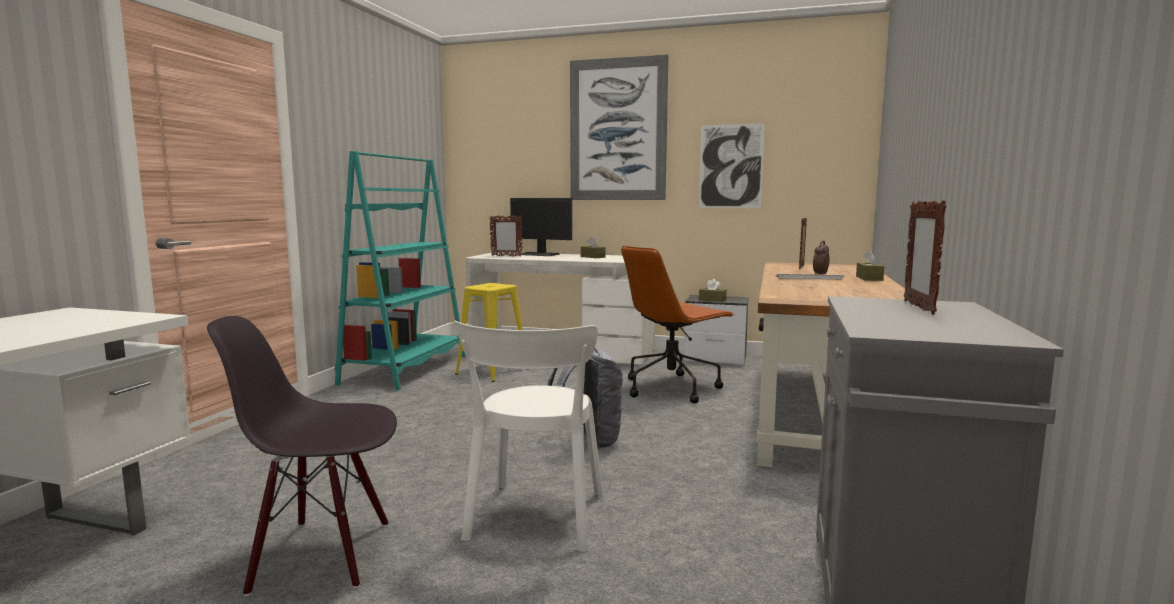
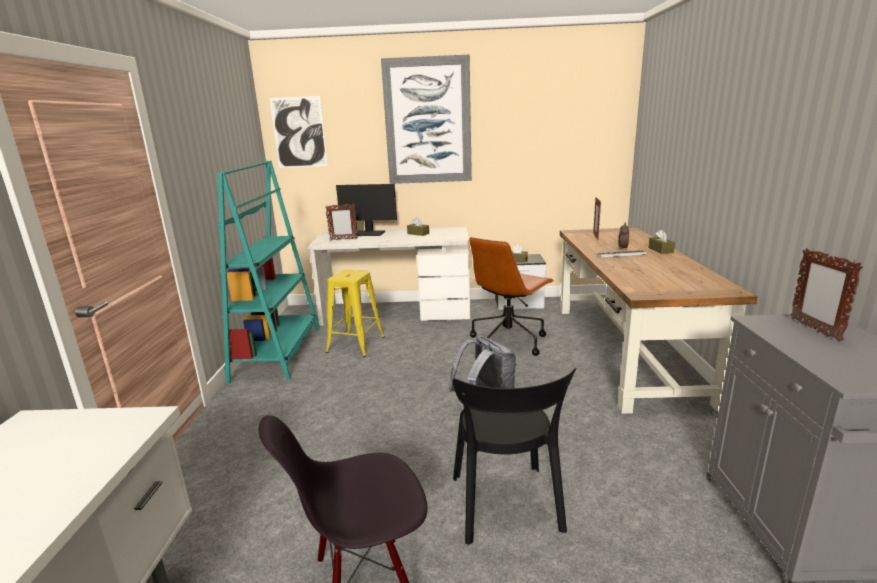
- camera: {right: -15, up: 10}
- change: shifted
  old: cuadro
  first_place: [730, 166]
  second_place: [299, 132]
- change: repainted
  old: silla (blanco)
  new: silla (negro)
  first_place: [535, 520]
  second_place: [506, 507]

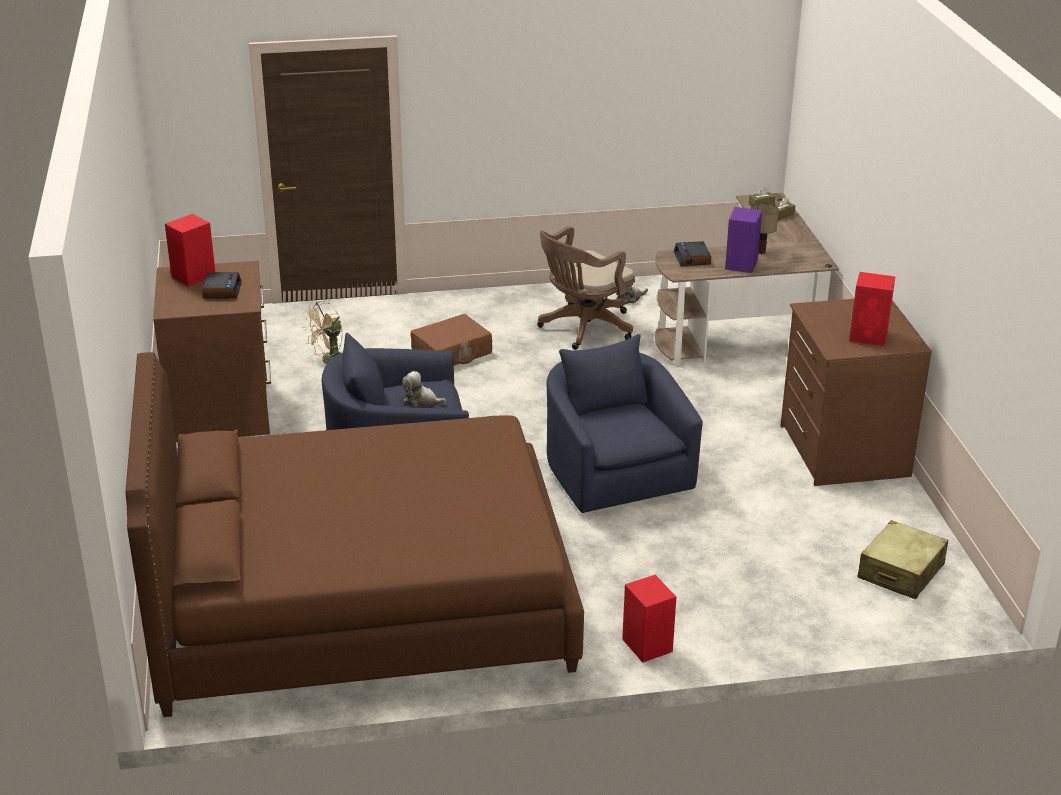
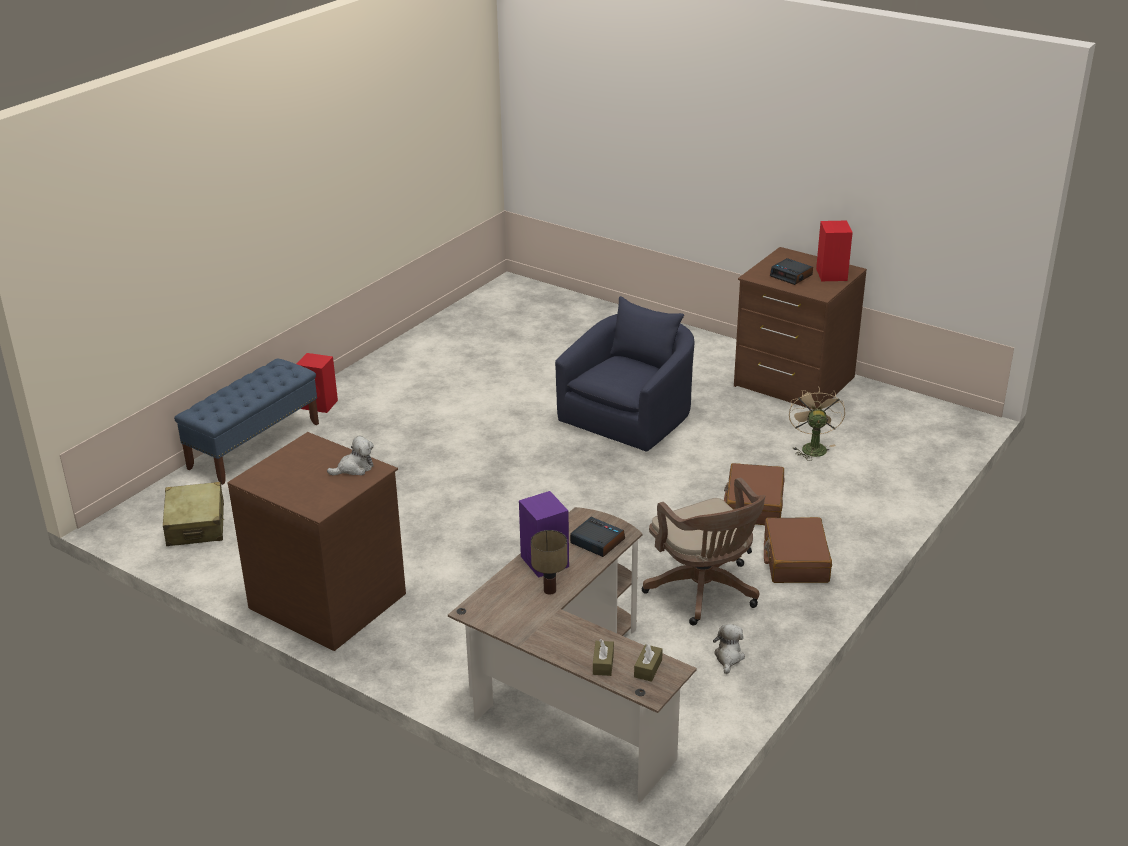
- camera: {right: 135, up: 0}
- change: gone
  old: cama (marrón)
  first_place: [361, 602]
- change: gone
  old: sillón (azul)
  first_place: [614, 471]
- change: gone
  old: altavoz (rojo)
  first_place: [869, 336]
- change: new
  new: banco (azul)
  second_place: [254, 445]
- change: new
  new: maleta (marrón)
  second_place: [795, 560]
- change: shifted
  old: peluche
  first_place: [421, 400]
  second_place: [354, 468]
- change: rotated
  old: silla de oficina (marrón)
  first_place: [583, 328]
  second_place: [705, 592]
  degrees: 150

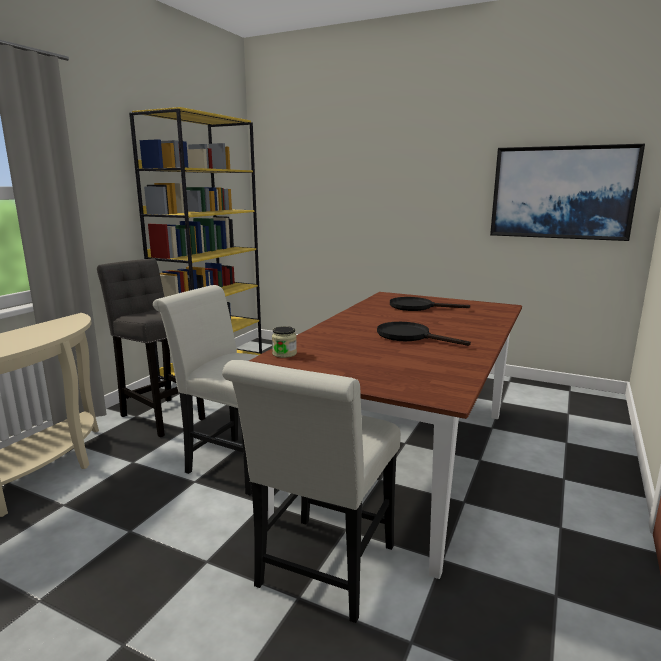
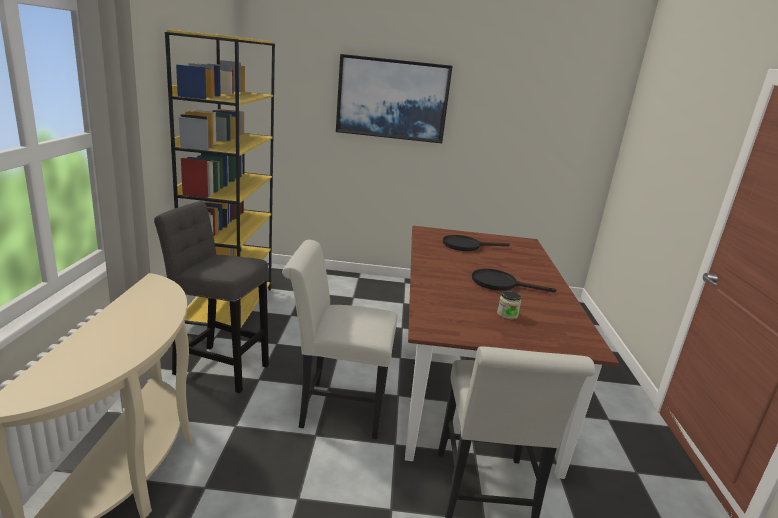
- camera: {right: -25, up: 5}
- change: shifted
  old: tarro
  first_place: [284, 354]
  second_place: [507, 314]
- change: shifted
  old: cuadro
  first_place: [561, 192]
  second_place: [392, 99]

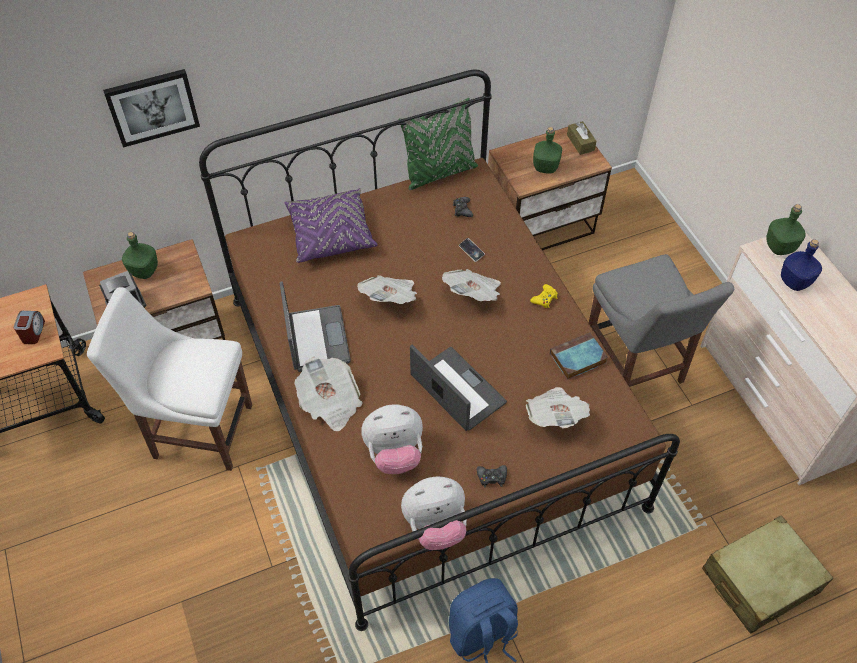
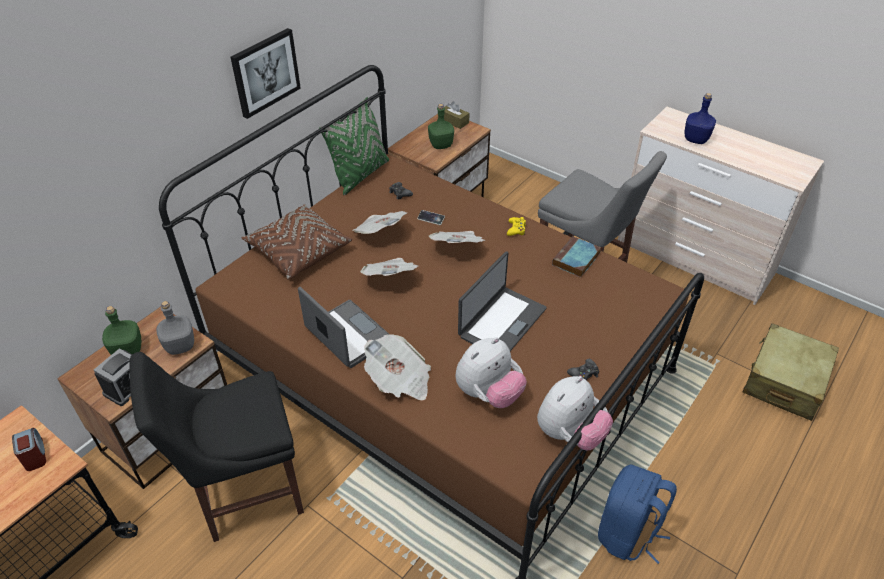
- camera: {right: -30, up: -10}
- change: gone
  old: botella (verde)
  first_place: [780, 247]
- change: new
  new: botella (gris)
  second_place: [181, 346]
- change: shifted
  old: cuadro
  first_place: [152, 106]
  second_place: [265, 72]
- change: shifted
  old: periódico
  first_place: [555, 416]
  second_place: [380, 233]
- change: repainted
  old: silla (blanco)
  new: silla (negro)
  first_place: [198, 430]
  second_place: [245, 493]
- change: repainted
  old: cojín (morado)
  new: cojín (marrón)
  first_place: [330, 234]
  second_place: [298, 251]
- change: rotated
  old: portátil
  first_place: [457, 390]
  second_place: [501, 322]
  degrees: 105

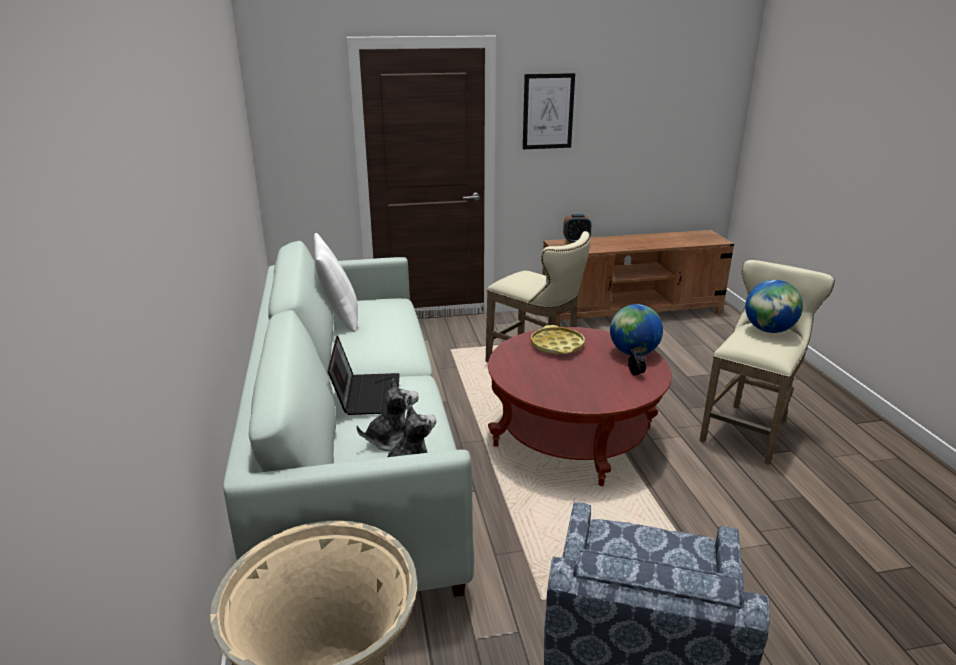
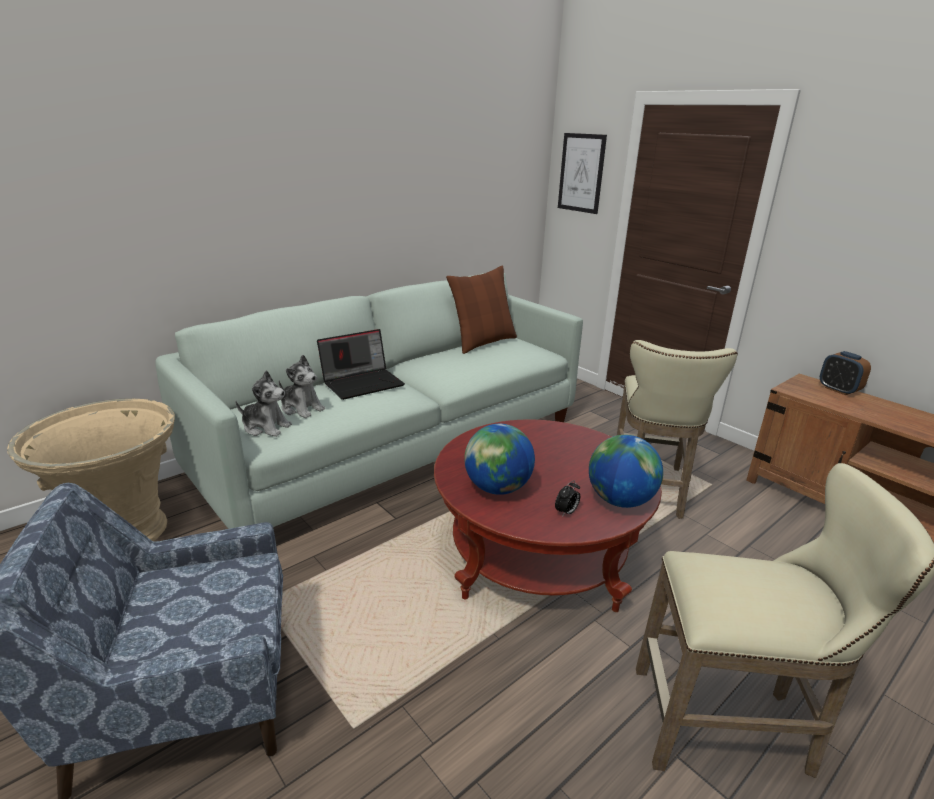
- camera: {right: 60, up: 0}
- change: gone
  old: bandeja (amarillo)
  first_place: [557, 345]
- change: shifted
  old: cuadro
  first_place: [548, 111]
  second_place: [581, 173]
- change: shifted
  old: globo terráqueo
  first_place: [768, 330]
  second_place: [497, 488]
- change: repainted
  old: cojín (blanco)
  new: cojín (marrón)
  first_place: [339, 316]
  second_place: [483, 342]

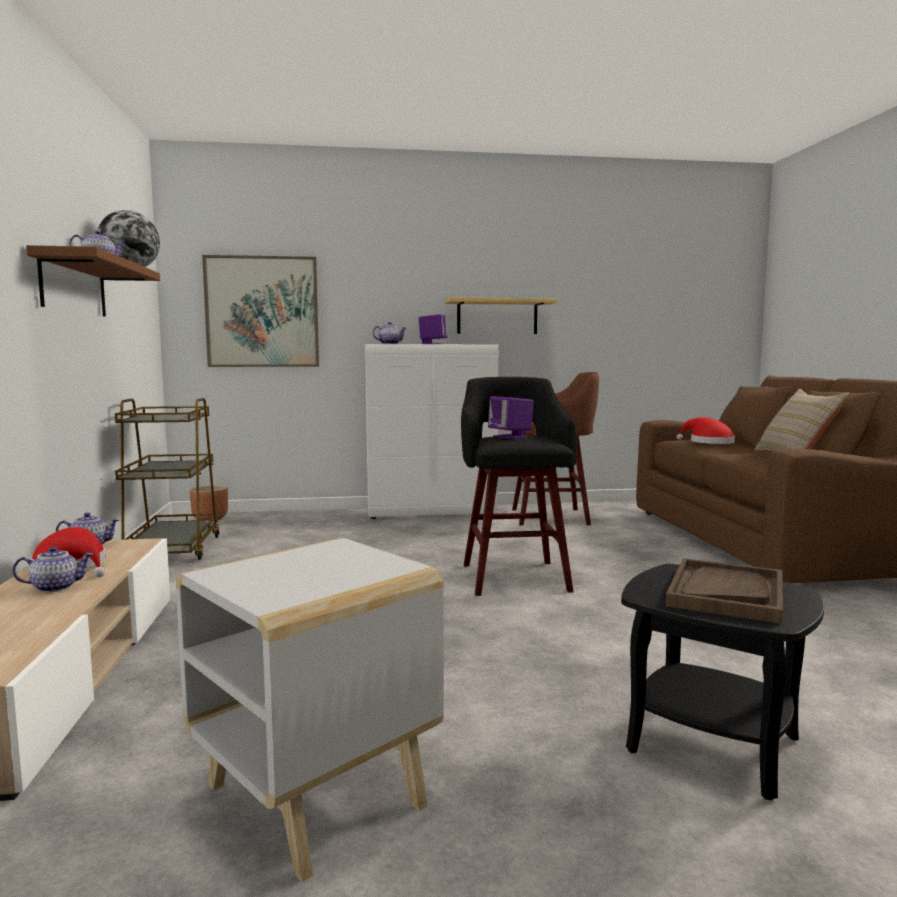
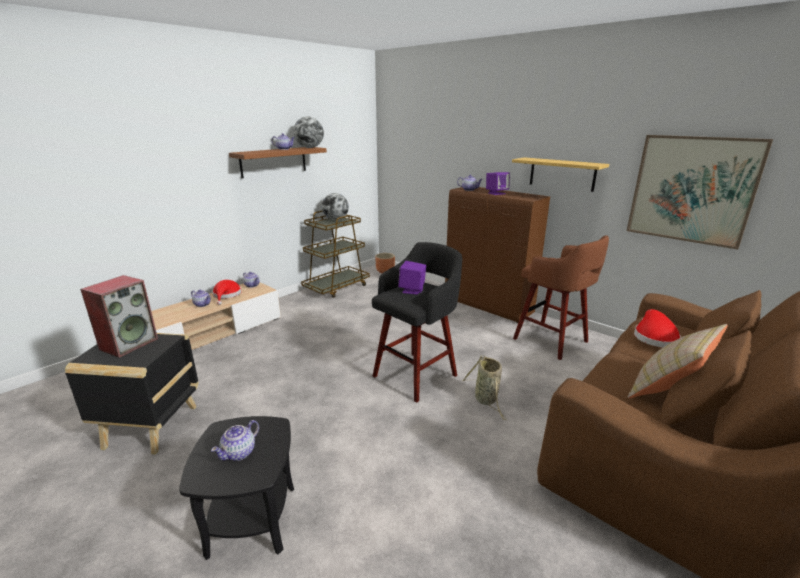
- camera: {right: 50, up: 15}
- change: new
  new: altavoz
  second_place: [129, 343]
- change: new
  new: globo terráqueo
  second_place: [336, 219]
- change: new
  new: cesta
  second_place: [486, 400]
- change: shifted
  old: cuadro
  first_place: [262, 312]
  second_place: [692, 190]
- change: swapped
  old: bandeja (marrón)
  new: tetera
  first_place: [726, 593]
  second_place: [239, 452]
- change: repainted
  old: mesa auxiliar (blanco)
  new: mesa auxiliar (negro)
  first_place: [318, 796]
  second_place: [151, 428]
- change: repainted
  old: armario (blanco)
  new: armario (marrón)
  first_place: [432, 512]
  second_place: [488, 306]

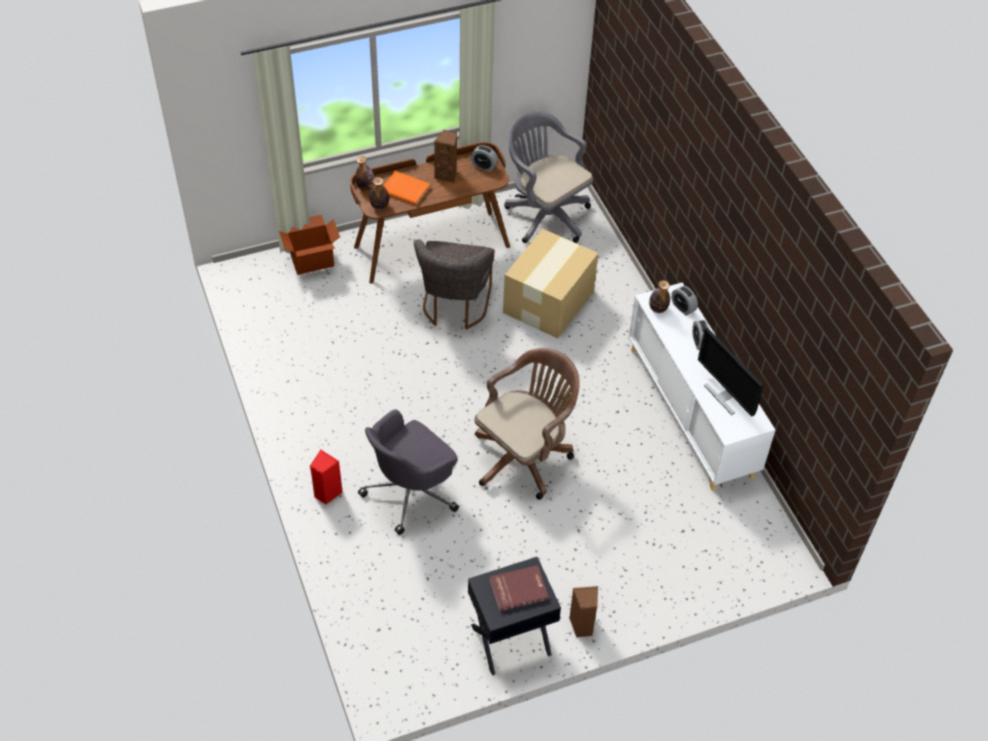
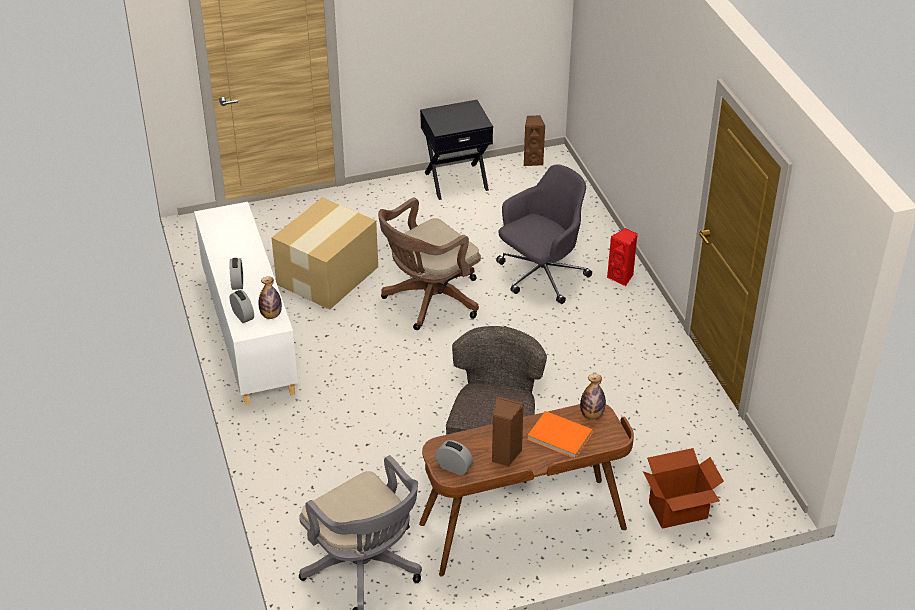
- camera: {right: -175, up: -10}
- change: gone
  old: botella
  first_place: [366, 188]
- change: gone
  old: libro (rojo)
  first_place: [518, 588]
- change: gone
  old: monitor
  first_place: [724, 396]
- change: shifted
  old: caja de cartón
  first_place: [549, 301]
  second_place: [326, 276]
- change: shifted
  old: altavoz (marrón)
  first_place: [582, 626]
  second_place: [533, 161]

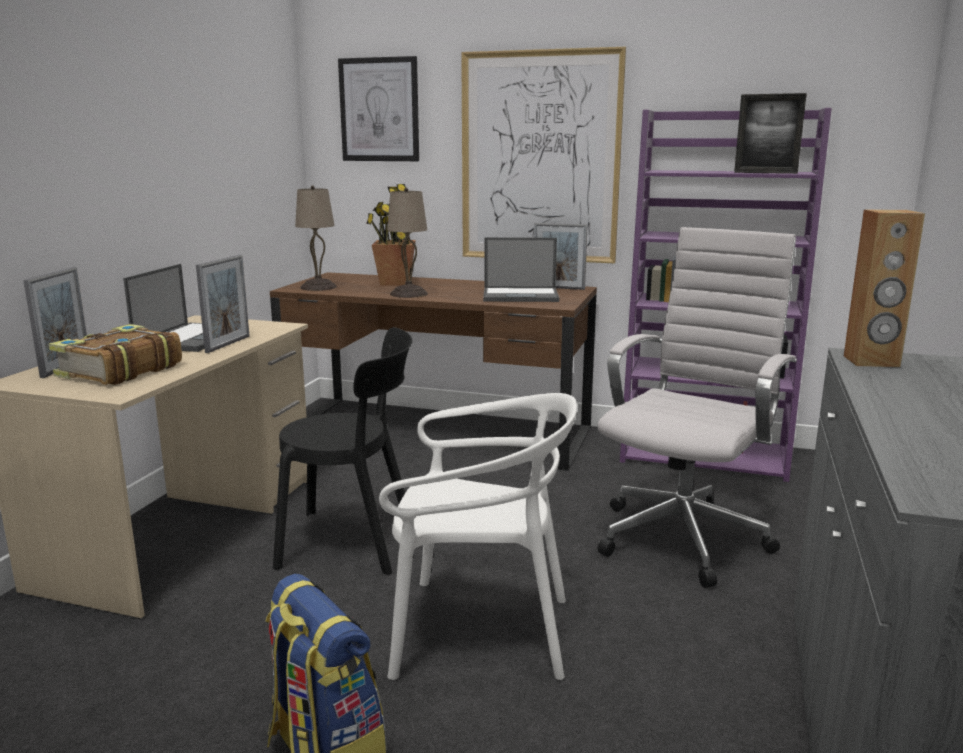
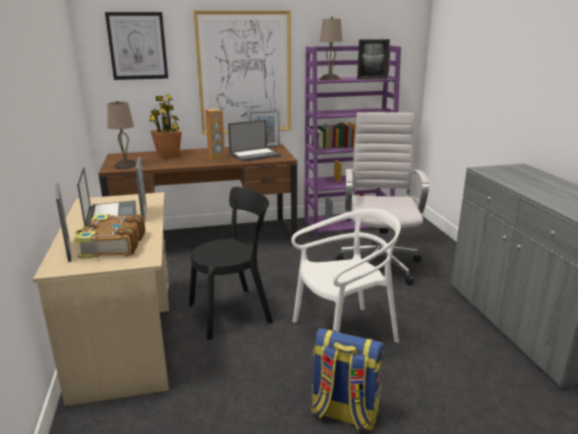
- camera: {right: -30, up: 5}
- change: shifted
  old: lámpara de mesa (beis)
  first_place: [408, 294]
  second_place: [330, 79]
- change: shifted
  old: altavoz (marrón)
  first_place: [871, 361]
  second_place: [217, 159]

